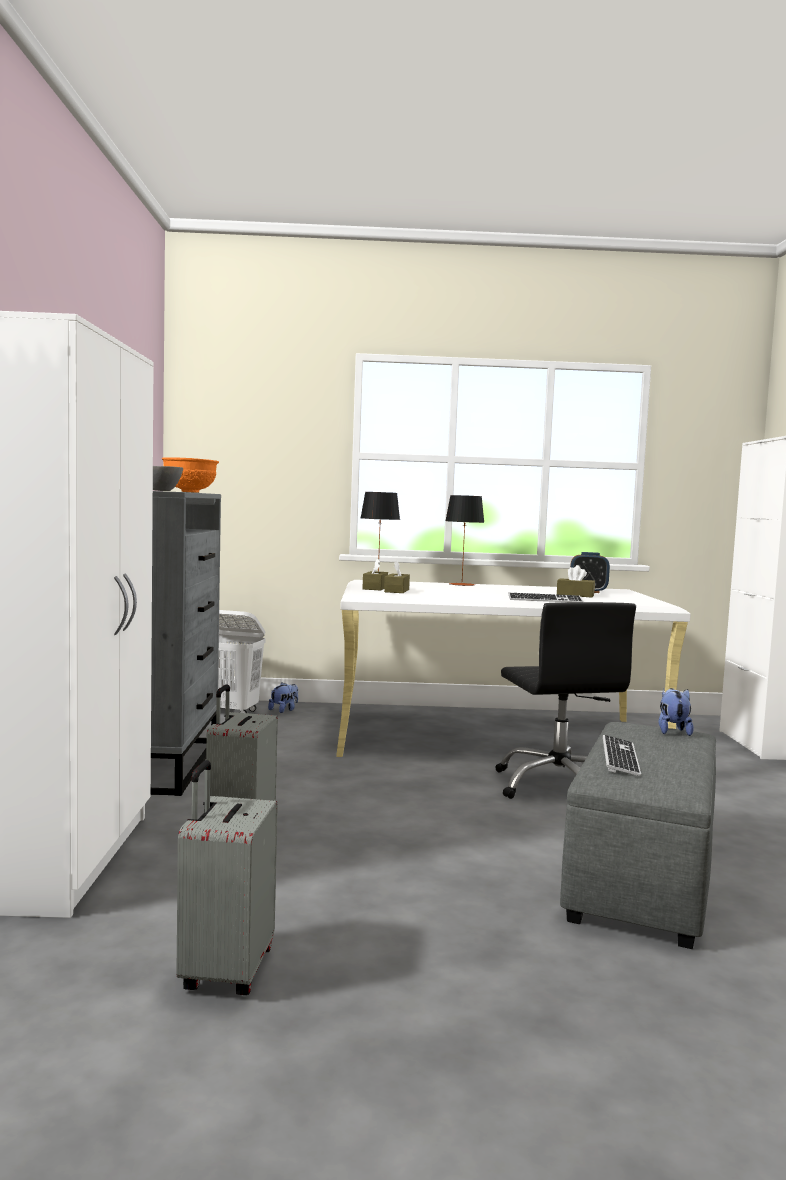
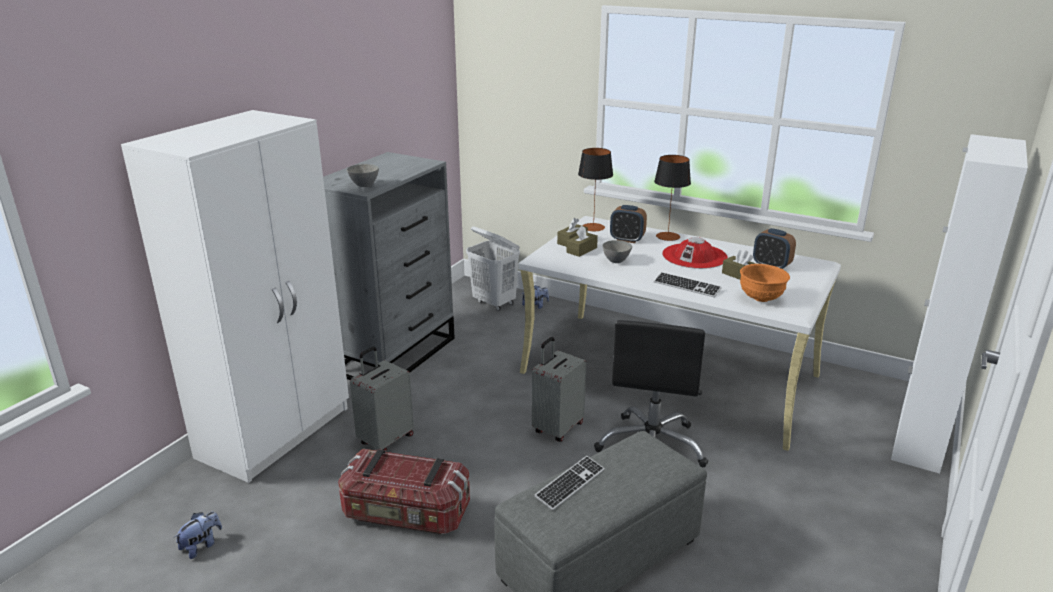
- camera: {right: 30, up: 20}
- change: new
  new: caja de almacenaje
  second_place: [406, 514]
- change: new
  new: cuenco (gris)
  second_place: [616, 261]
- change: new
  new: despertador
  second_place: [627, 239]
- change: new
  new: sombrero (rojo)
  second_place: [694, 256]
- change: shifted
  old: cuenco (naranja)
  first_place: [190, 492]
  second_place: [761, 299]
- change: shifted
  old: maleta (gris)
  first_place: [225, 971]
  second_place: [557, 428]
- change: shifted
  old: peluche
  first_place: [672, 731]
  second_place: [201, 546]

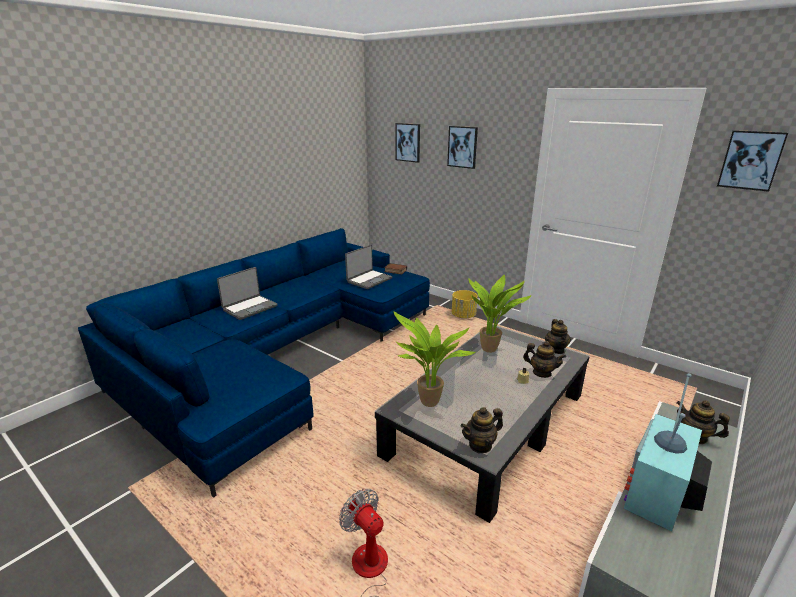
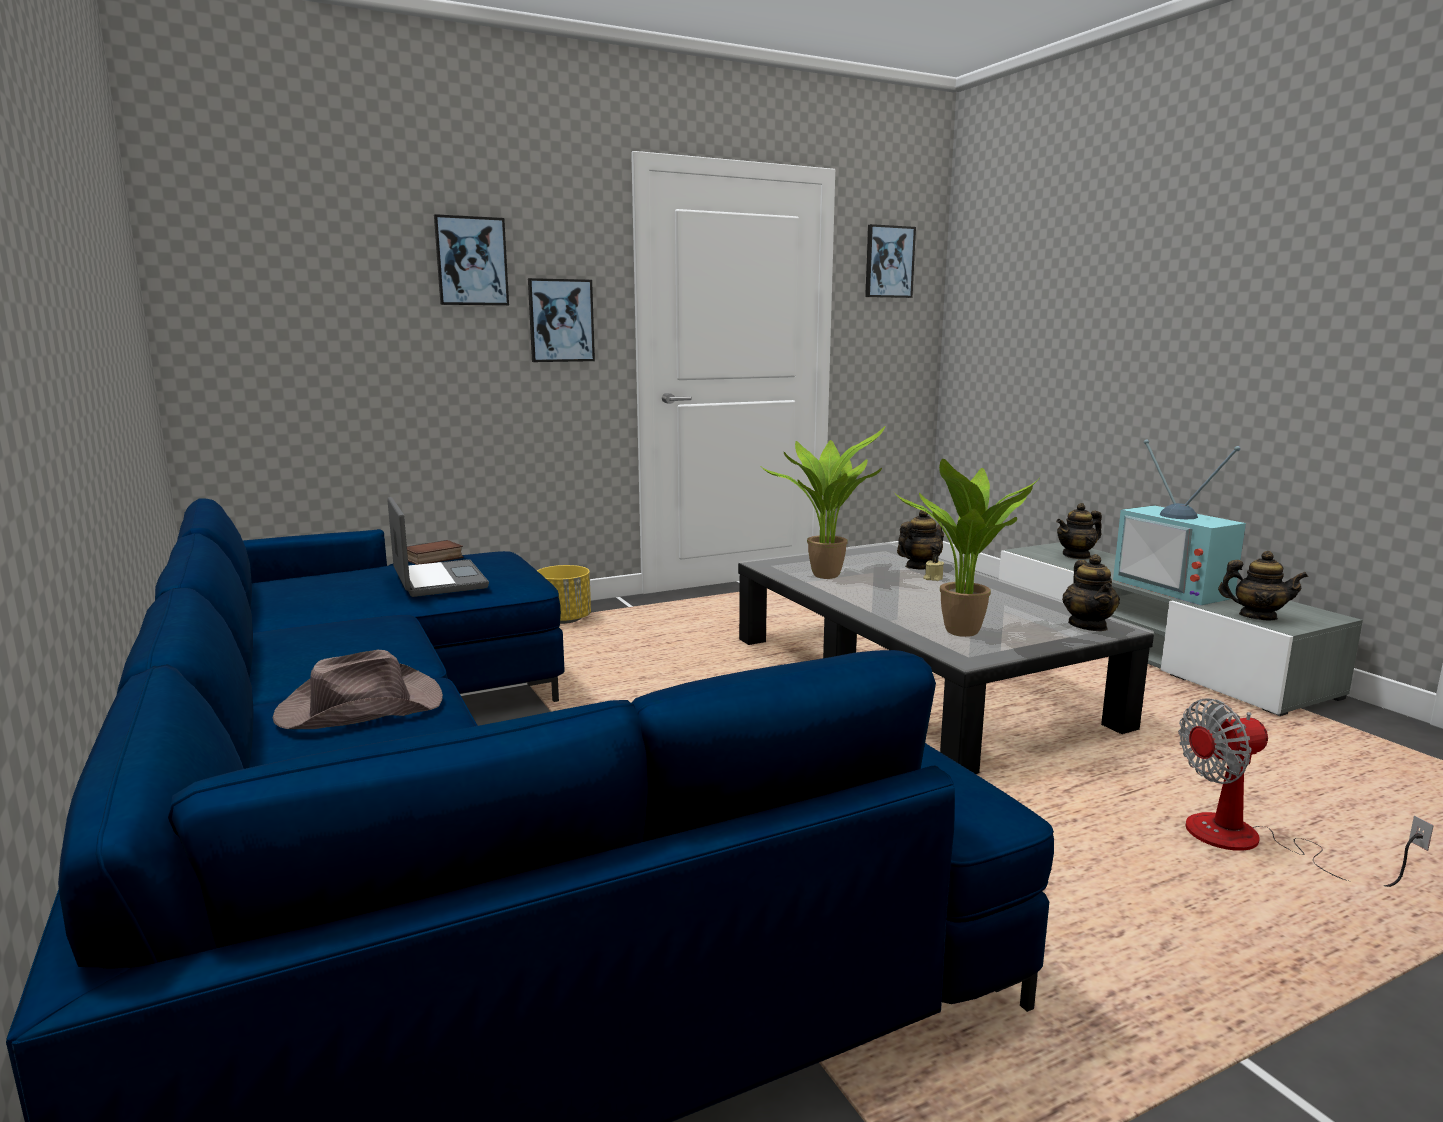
- camera: {right: -65, up: -10}
- change: shifted
  old: cuadro
  first_place: [408, 142]
  second_place: [561, 320]
- change: shifted
  old: tetera
  first_place: [556, 349]
  second_place: [1257, 616]
- change: swapped
  old: portátil
  new: sombrero (marrón)
  first_place: [249, 308]
  second_place: [358, 708]

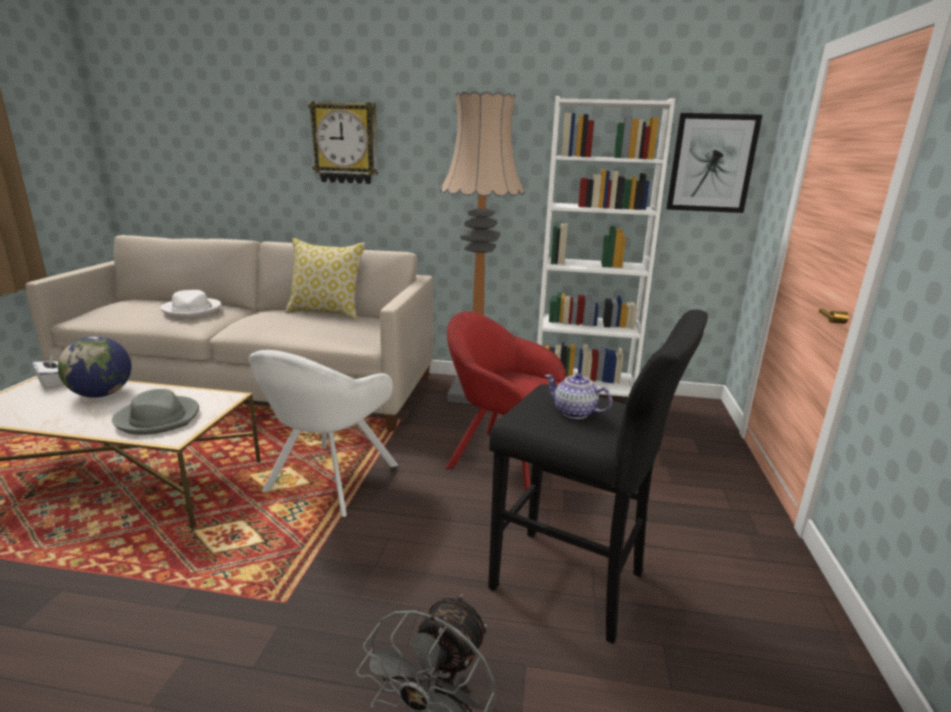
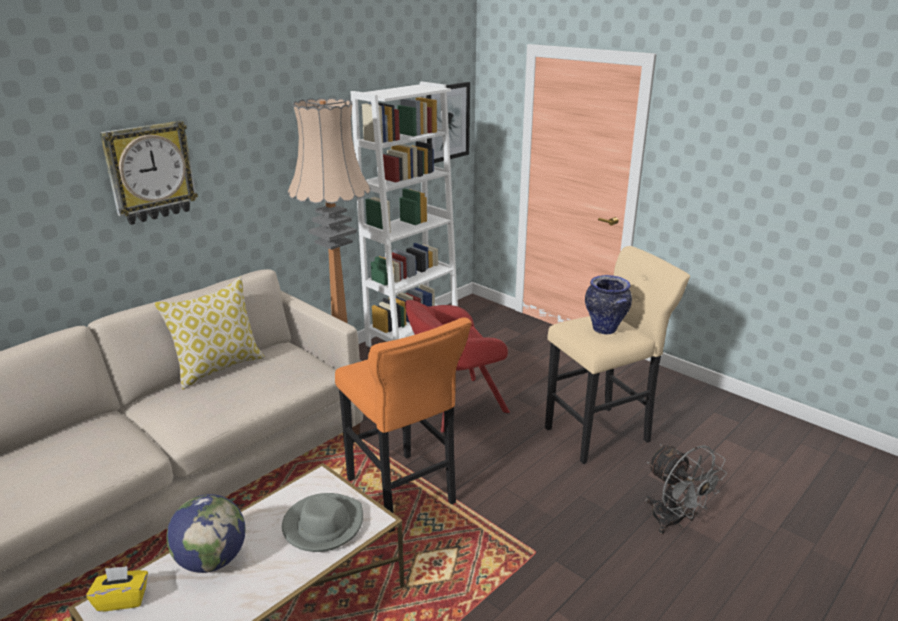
- camera: {right: -55, up: 5}
- change: gone
  old: sombrero (blanco)
  first_place: [192, 310]
- change: swapped
  old: sillón (blanco)
  new: taburete (naranja)
  first_place: [328, 481]
  second_place: [403, 494]
- change: swapped
  old: tetera
  new: florero
  first_place: [575, 412]
  second_place: [605, 330]
- change: repainted
  old: caja de pañuelos (blanco)
  new: caja de pañuelos (amarillo)
  first_place: [54, 383]
  second_place: [122, 599]
- change: repainted
  old: taburete (negro)
  new: taburete (beis)
  first_place: [575, 585]
  second_place: [601, 433]

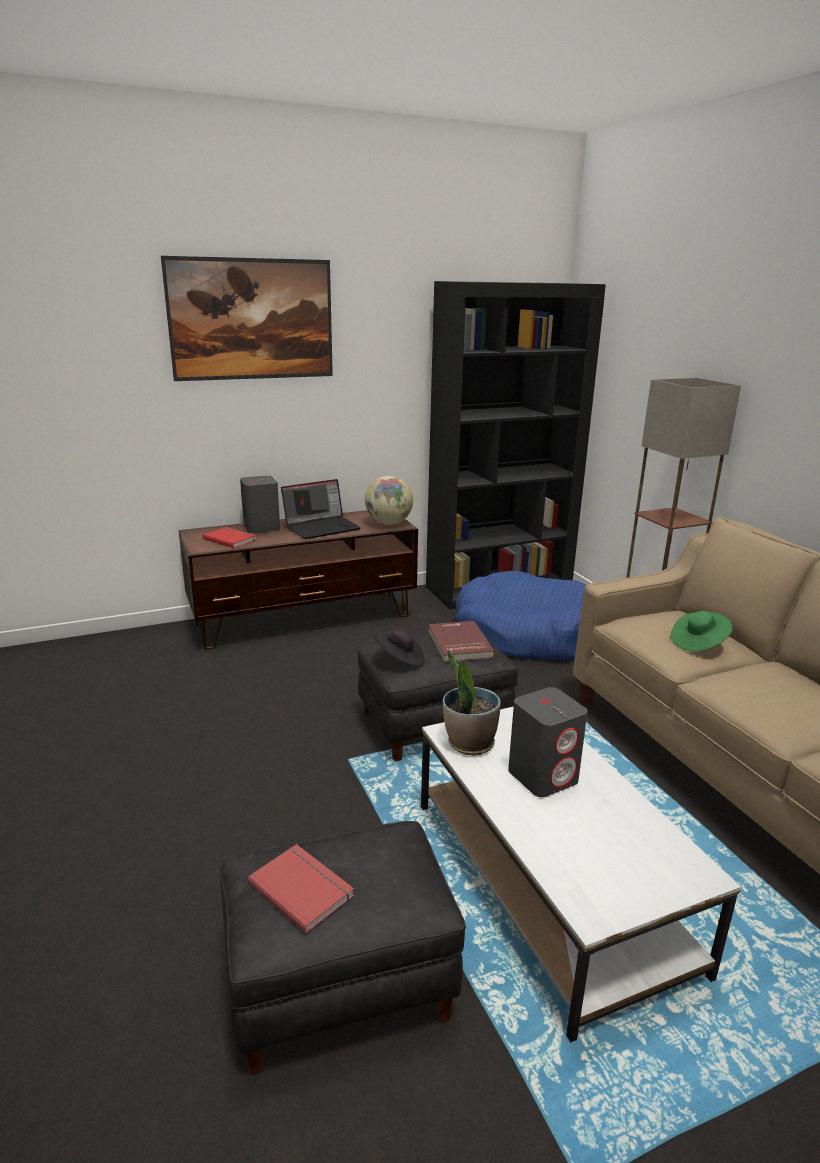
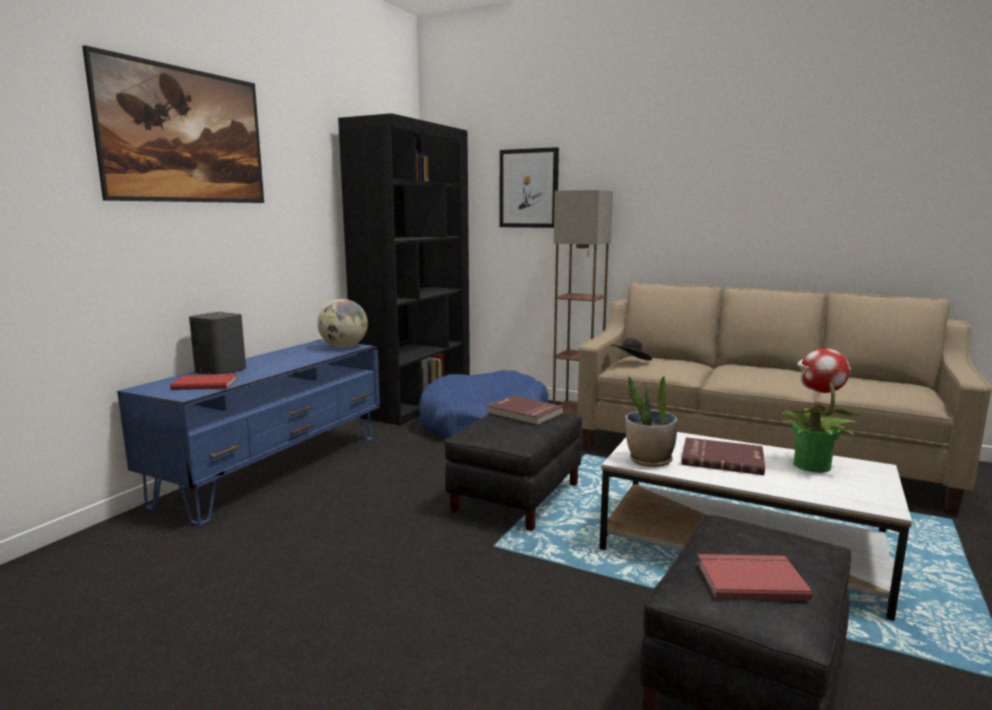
- camera: {right: -40, up: -10}
- change: gone
  old: portátil
  first_place: [322, 527]
- change: gone
  old: sombrero (verde)
  first_place: [698, 643]
- change: new
  new: cuadro
  second_place: [529, 188]
- change: new
  new: planta en maceta
  second_place: [810, 465]
- change: shifted
  old: sombrero (negro)
  first_place: [400, 659]
  second_place: [630, 362]
- change: swapped
  old: altavoz (gris)
  new: libro (rojo)
  first_place: [543, 776]
  second_place: [722, 459]
- change: repainted
  old: mueble de televisión (marrón)
  new: mueble de televisión (azul)
  first_place: [304, 619]
  second_place: [275, 469]

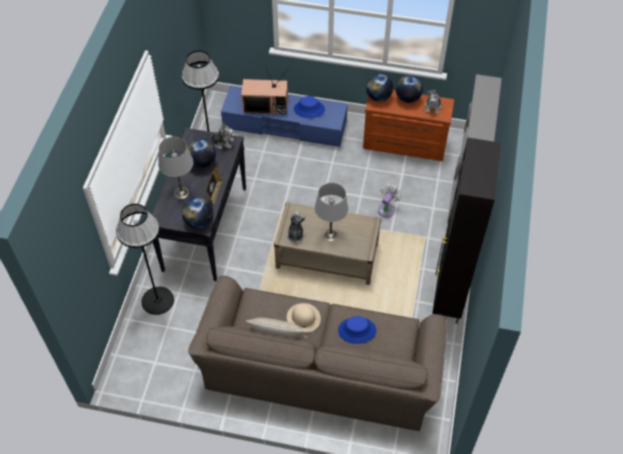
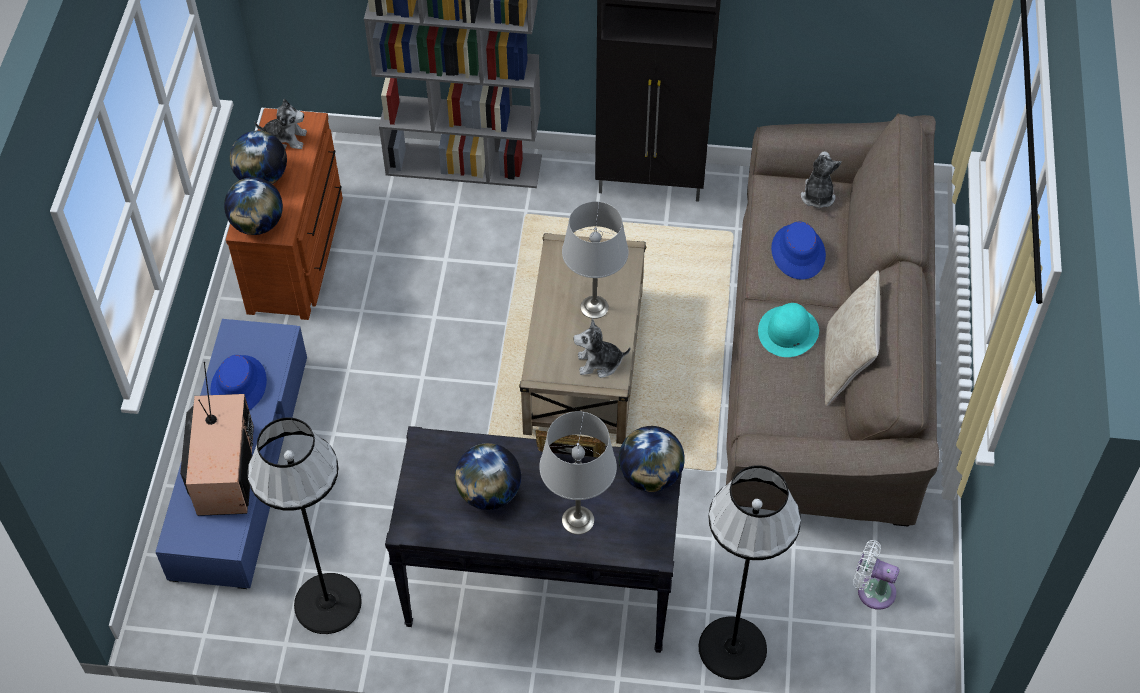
- camera: {right: -95, up: 0}
- change: shifted
  old: peluche
  first_place: [222, 142]
  second_place: [817, 196]
- change: shifted
  old: ventilador (blanco)
  first_place: [387, 209]
  second_place: [872, 590]
- change: repainted
  old: sombrero (beis)
  new: sombrero (turquesa)
  first_place: [303, 318]
  second_place: [788, 331]

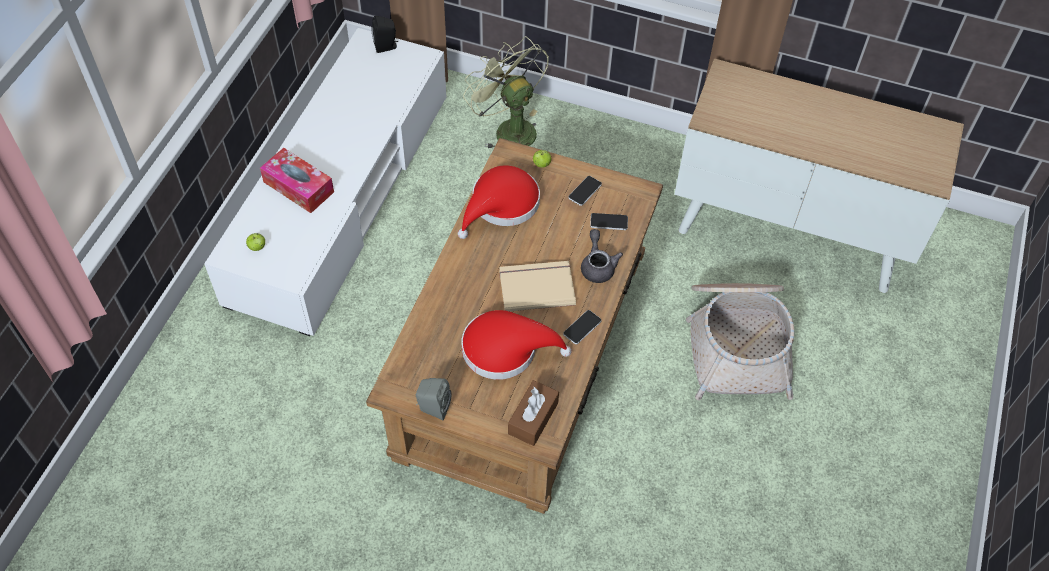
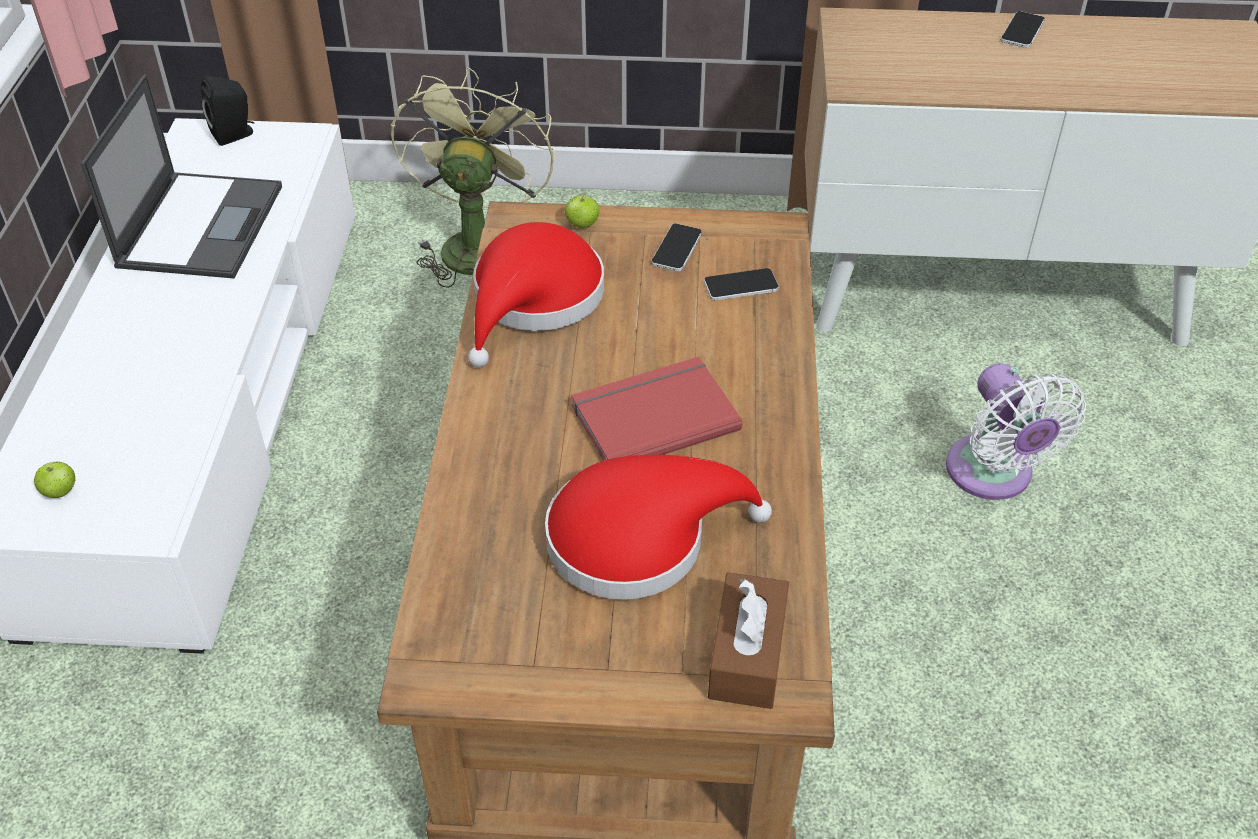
- camera: {right: -15, up: -10}
- change: gone
  old: caja de pañuelos
  first_place: [298, 187]
- change: gone
  old: altavoz (gris)
  first_place: [432, 408]
- change: gone
  old: tetera (gris)
  first_place: [597, 266]
- change: new
  new: portátil
  second_place: [201, 224]
- change: shifted
  old: móvil
  first_place: [582, 327]
  second_place: [1022, 31]
- change: swapped
  old: cesta
  new: ventilador (blanco)
  first_place: [736, 343]
  second_place: [993, 475]
- change: repainted
  old: libro (beis)
  new: libro (rojo)
  first_place: [536, 286]
  second_place: [652, 415]
- change: rotated
  old: ventilador (verde)
  first_place: [508, 129]
  second_place: [476, 243]
  degrees: 60

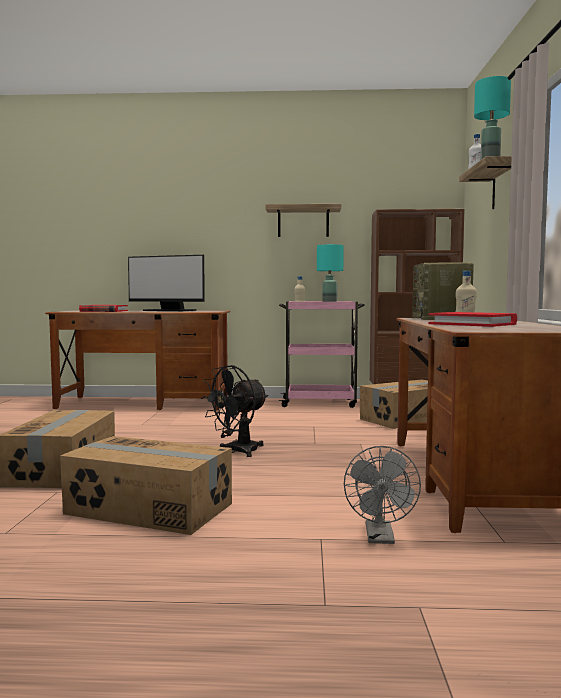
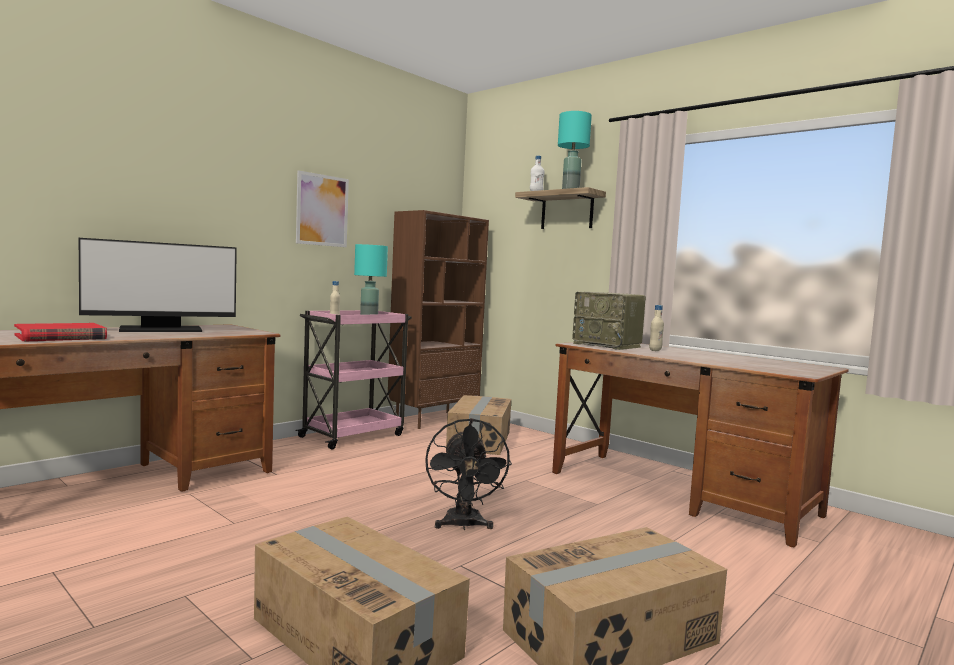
- camera: {right: -50, up: 0}
- change: gone
  old: ventilador (gris)
  first_place: [381, 538]
- change: gone
  old: libro (rojo)
  first_place: [472, 324]
- change: swapped
  old: estante
  new: cuadro
  first_place: [303, 222]
  second_place: [322, 210]

